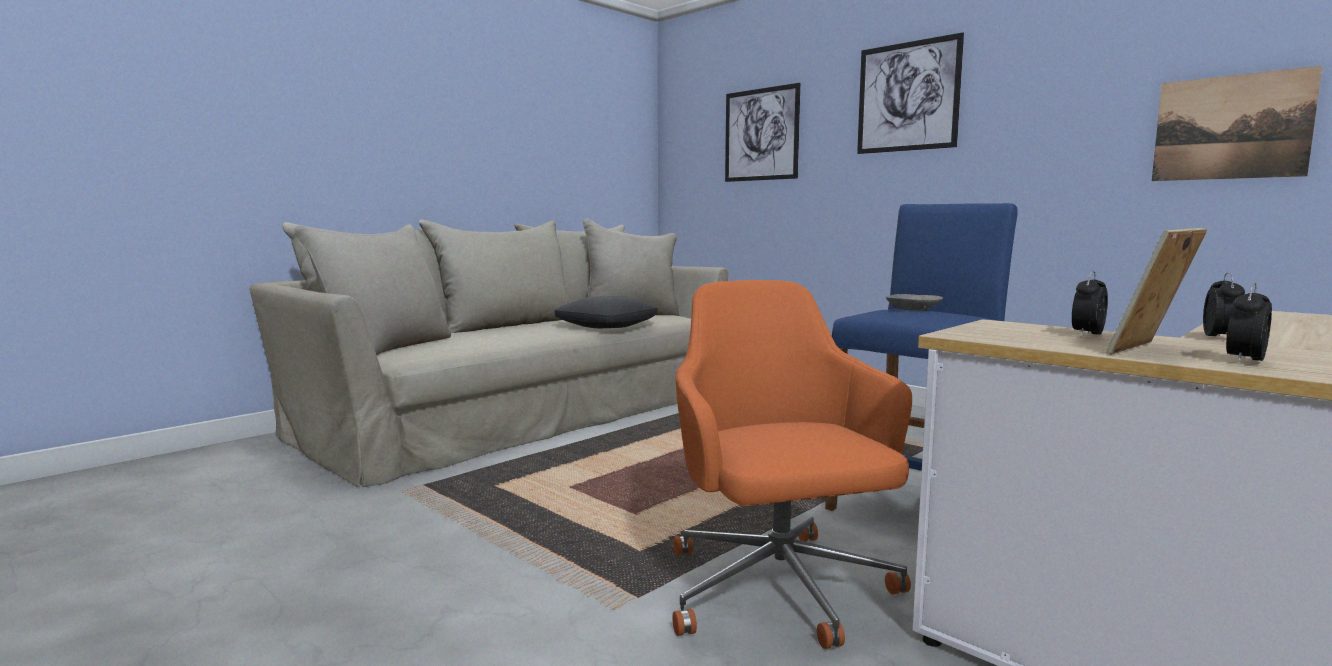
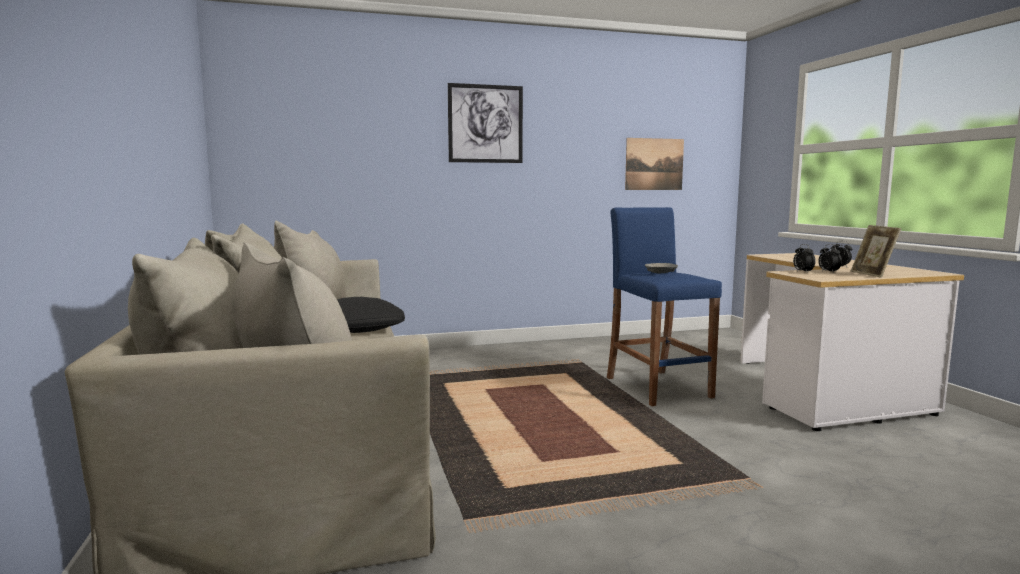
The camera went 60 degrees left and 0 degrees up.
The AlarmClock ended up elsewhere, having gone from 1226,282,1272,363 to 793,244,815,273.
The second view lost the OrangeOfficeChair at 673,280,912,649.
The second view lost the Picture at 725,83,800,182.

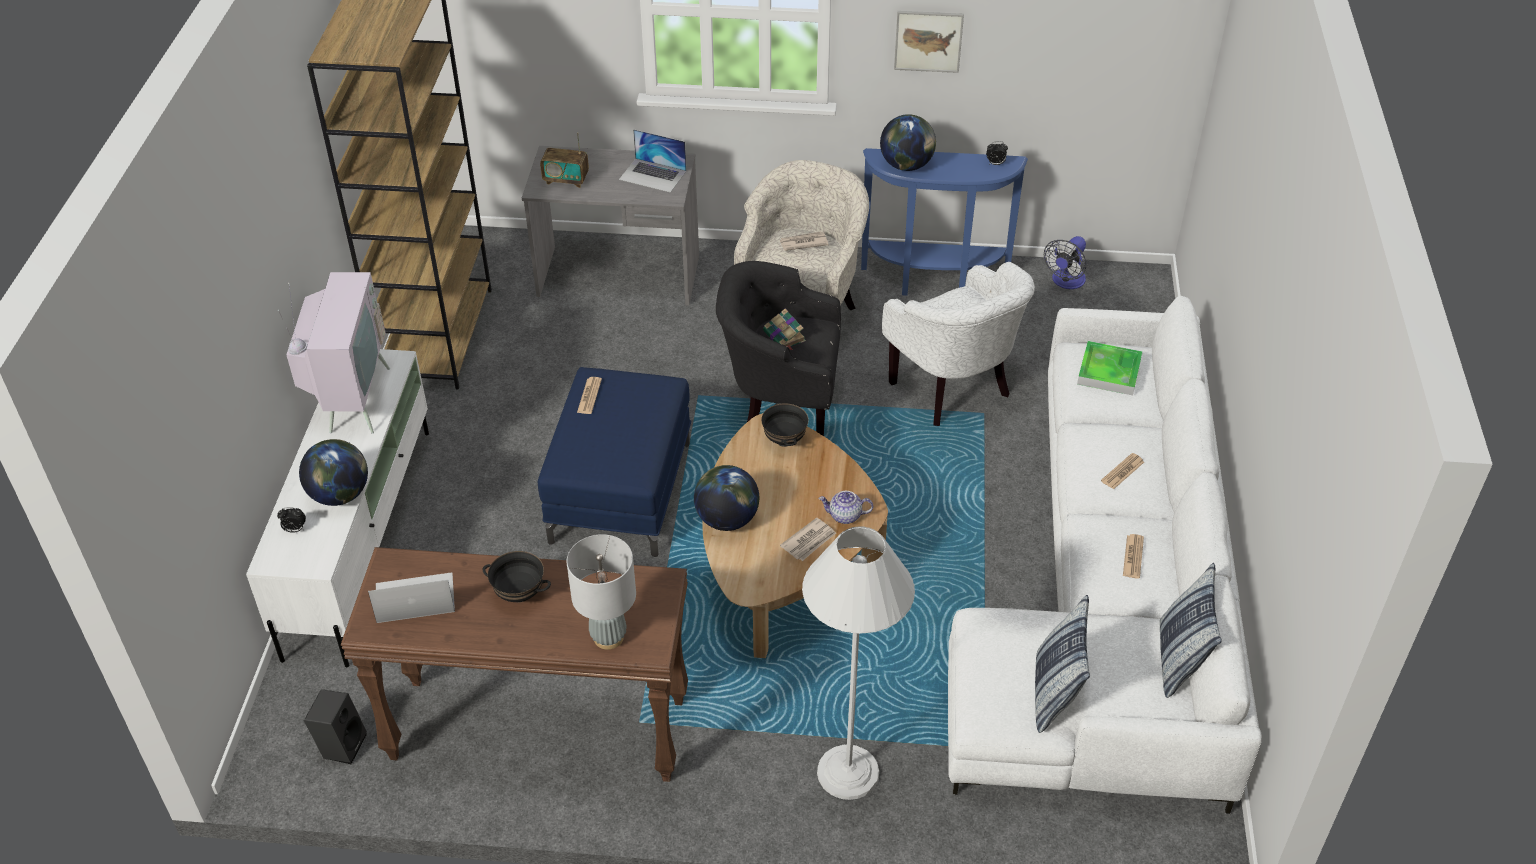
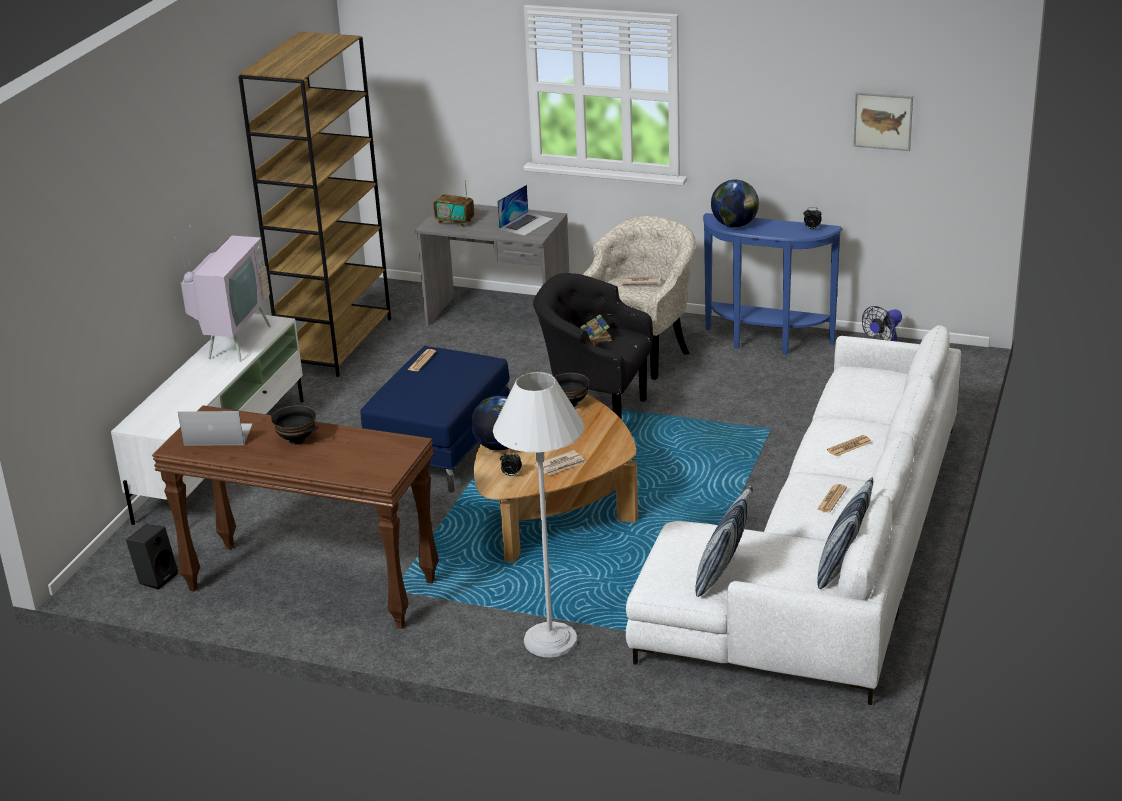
The camera went 15 degrees right and 15 degrees down.
The Laptop at 619,129,687,193 ended up facing another way, 90 degrees counterclockwise from before.
The AlarmClock ended up elsewhere, having gone from 277,507,306,533 to 500,451,522,476.
The Picture ended up elsewhere, having gone from 894,11,964,73 to 853,92,913,151.
The second view lost the Globe at 299,439,368,506.
The second view lost the GreyTableLamp at 567,534,636,650.
The second view lost the Teapot at 819,491,873,524.
The second view lost the WhiteArmchair at 882,262,1035,426.
The second view lost the Tray at 1077,341,1143,395.

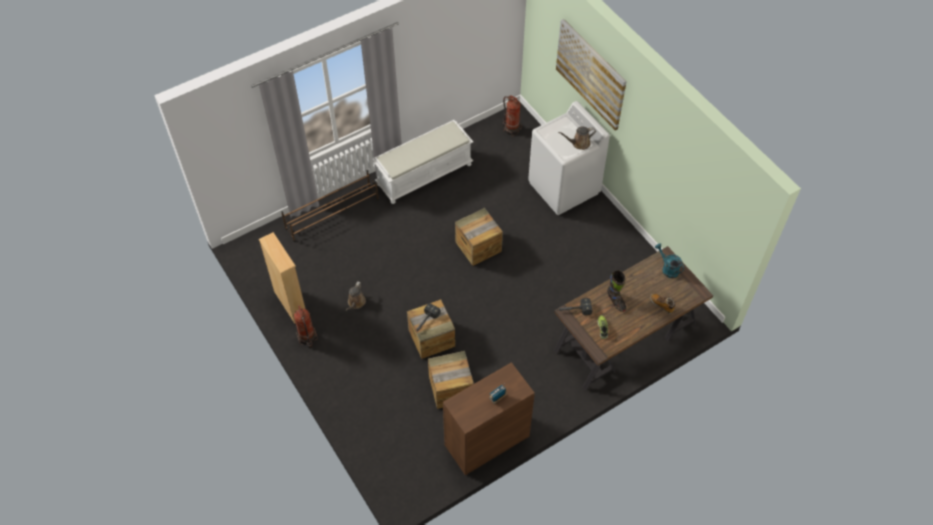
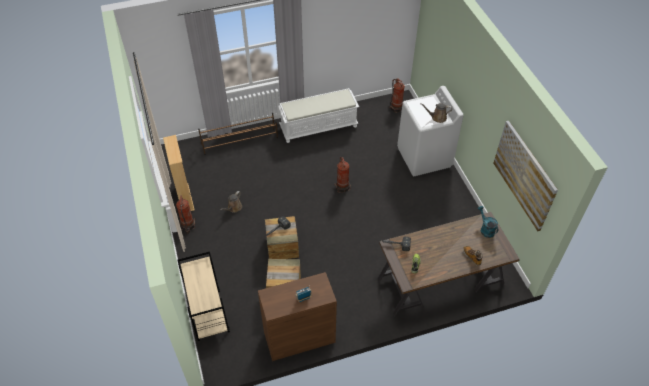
The camera went 15 degrees right and 5 degrees down.
The second view gained the BeigeCart at 178,252,230,341.
Where the Crate stood at 455,208,503,266, the FireExtinguisher came to stand at 335,157,351,193.
The Picture ended up elsewhere, having gone from 556,19,627,131 to 493,121,558,231.
The second view lost the BlackBoot at 607,270,627,312.

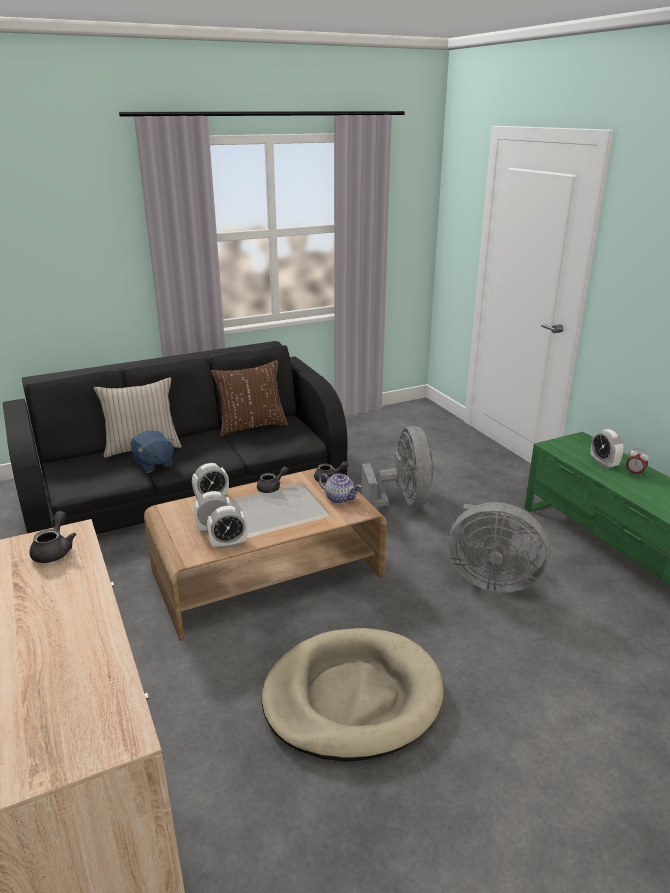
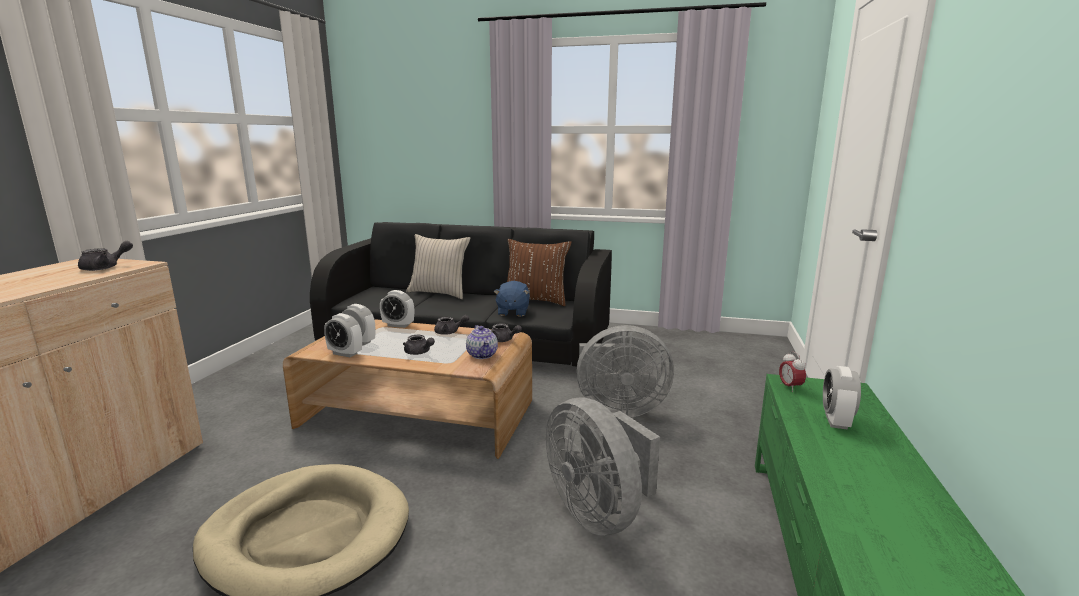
The camera went 40 degrees right and 10 degrees down.
The second view gained the GreyTeapot at 403,335,435,355.
The BluePlushToy ended up elsewhere, having gone from 131,431,174,473 to 493,281,530,316.
The GreyFan at 361,426,434,510 ended up facing another way, 60 degrees clockwise from before.
The AlarmClock ended up elsewhere, having gone from 626,448,649,477 to 779,351,806,392.

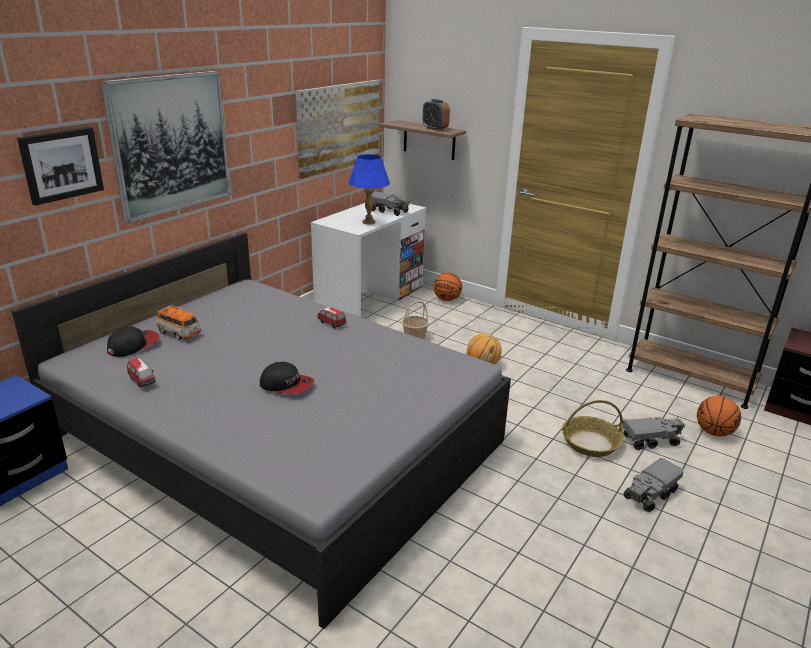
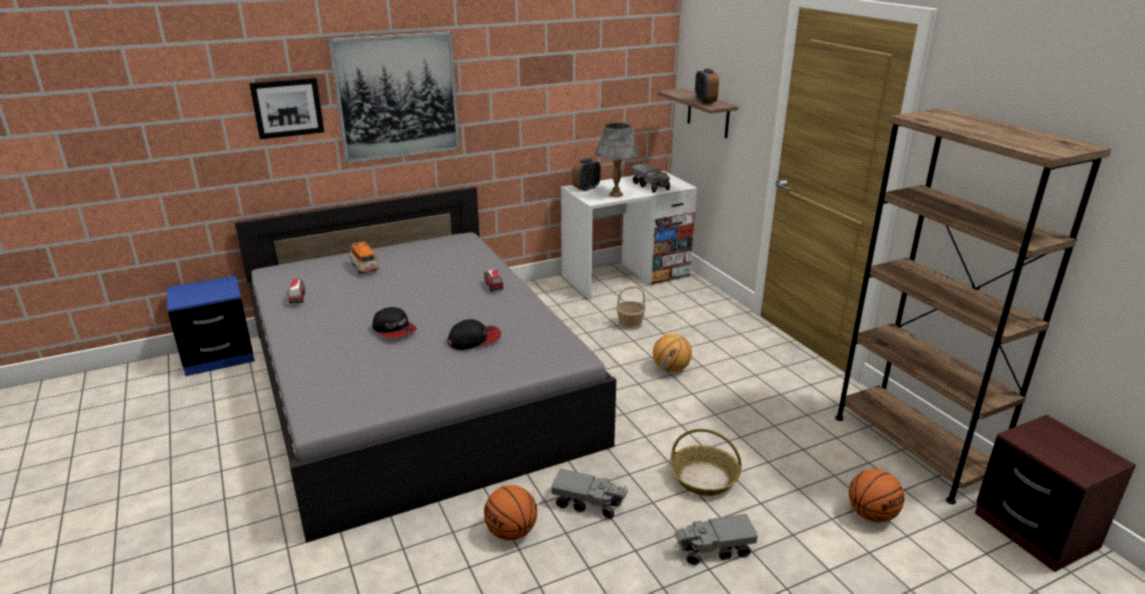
The camera went 30 degrees right and 0 degrees up.
The Cap ended up elsewhere, having gone from 107,326,159,357 to 448,319,501,350.
The Basketball ended up elsewhere, having gone from 434,272,462,301 to 484,485,537,541.
The ToyTruck ended up elsewhere, having gone from 623,417,686,450 to 551,469,628,519.
The second view gained the AlarmClock at 572,158,601,191.
What was the BlueTableLamp at 349,154,390,224 turned into the GreyTableLamp at 595,123,639,197.
The second view lost the Picture at 295,80,379,178.

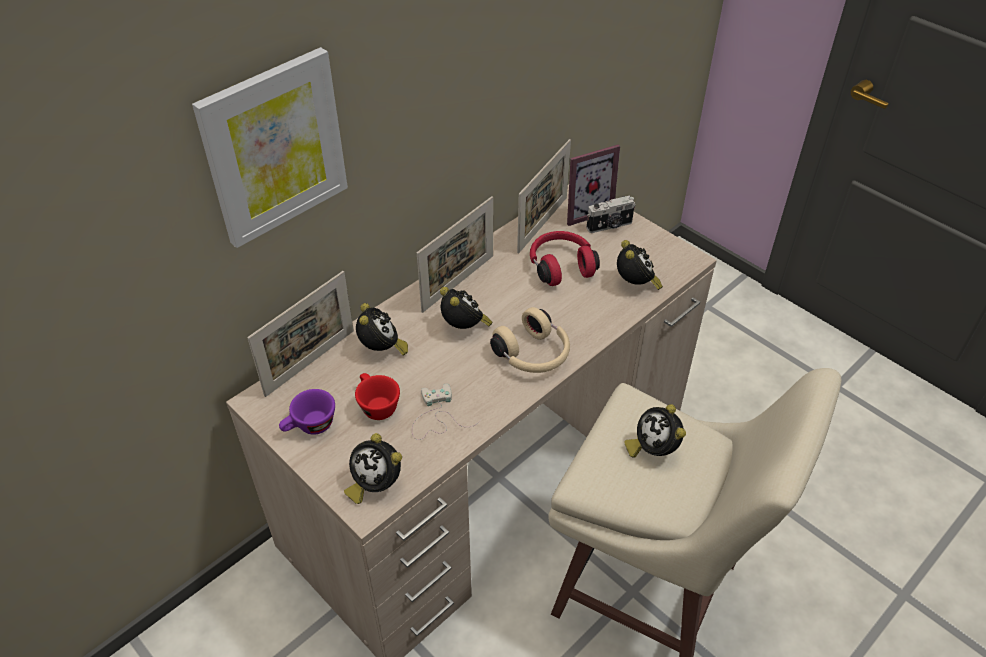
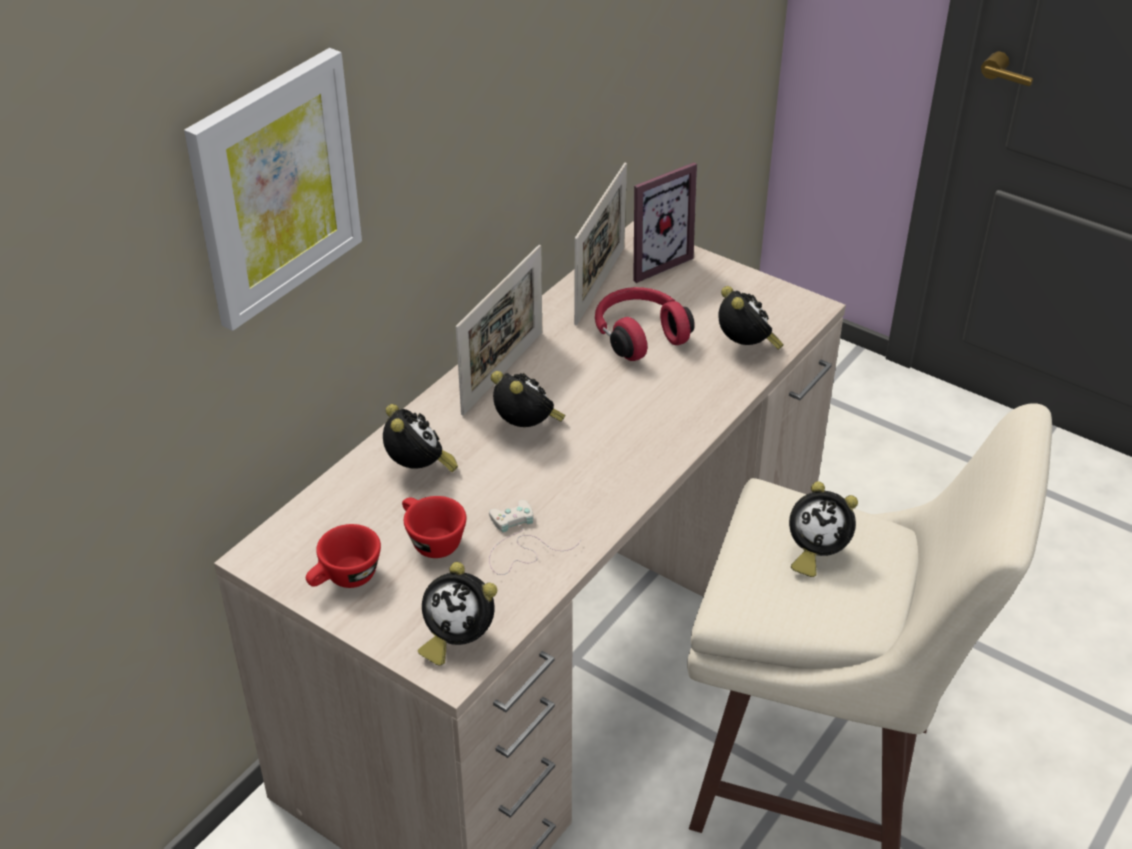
The camera went 10 degrees left and 5 degrees down.
What was the PurpleCup at 279,389,335,435 turned into the RedCup at 306,524,381,588.
The AlarmClock at 624,404,686,458 ended up facing another way, 45 degrees counterclockwise from before.
The second view lost the PictureFrame at 247,271,354,397.
The second view lost the BeigeHeadphones at 490,307,570,373.
The second view lost the PhotoCamera at 587,196,636,233.

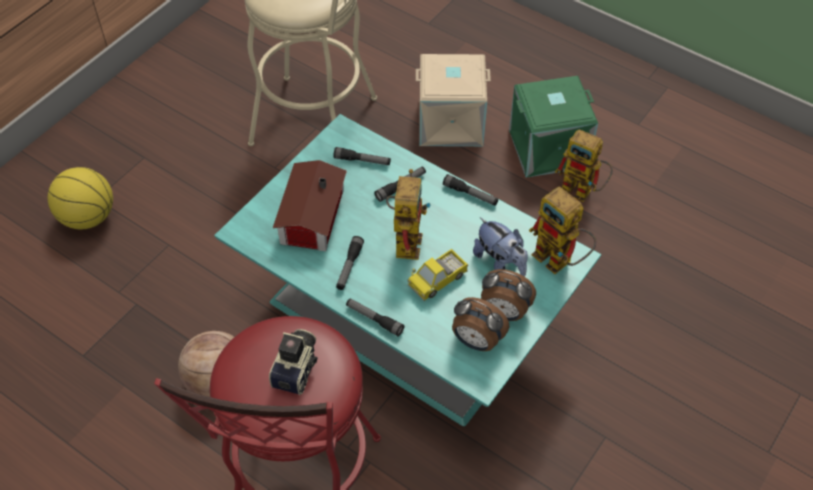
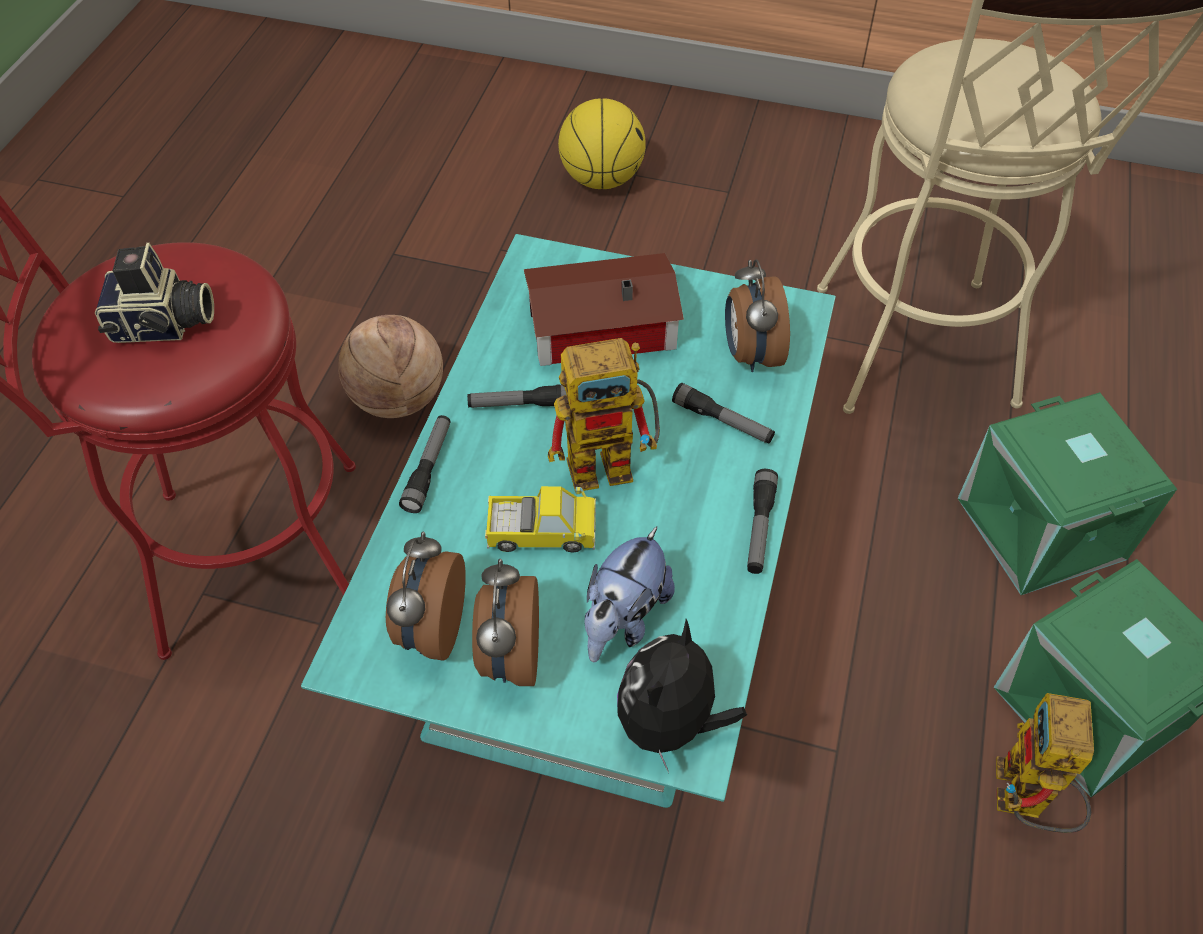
The camera went 70 degrees right and 0 degrees up.
The ToyTruck at 408,249,468,302 ended up facing another way, 150 degrees clockwise from before.
Where the ToyRobot stood at 529,186,597,274, the PlushToy came to stand at 617,619,747,773.
Where the Flashlight stood at 333,147,391,165, the AlarmClock came to stand at 725,259,790,372.
What was the BeigeStorageBox at 416,54,491,147 turned into the GreenStorageBox at 957,392,1177,595.

